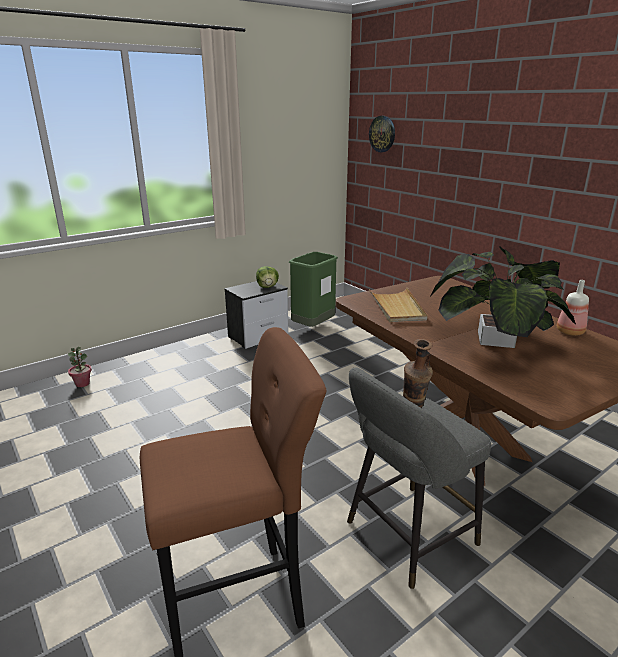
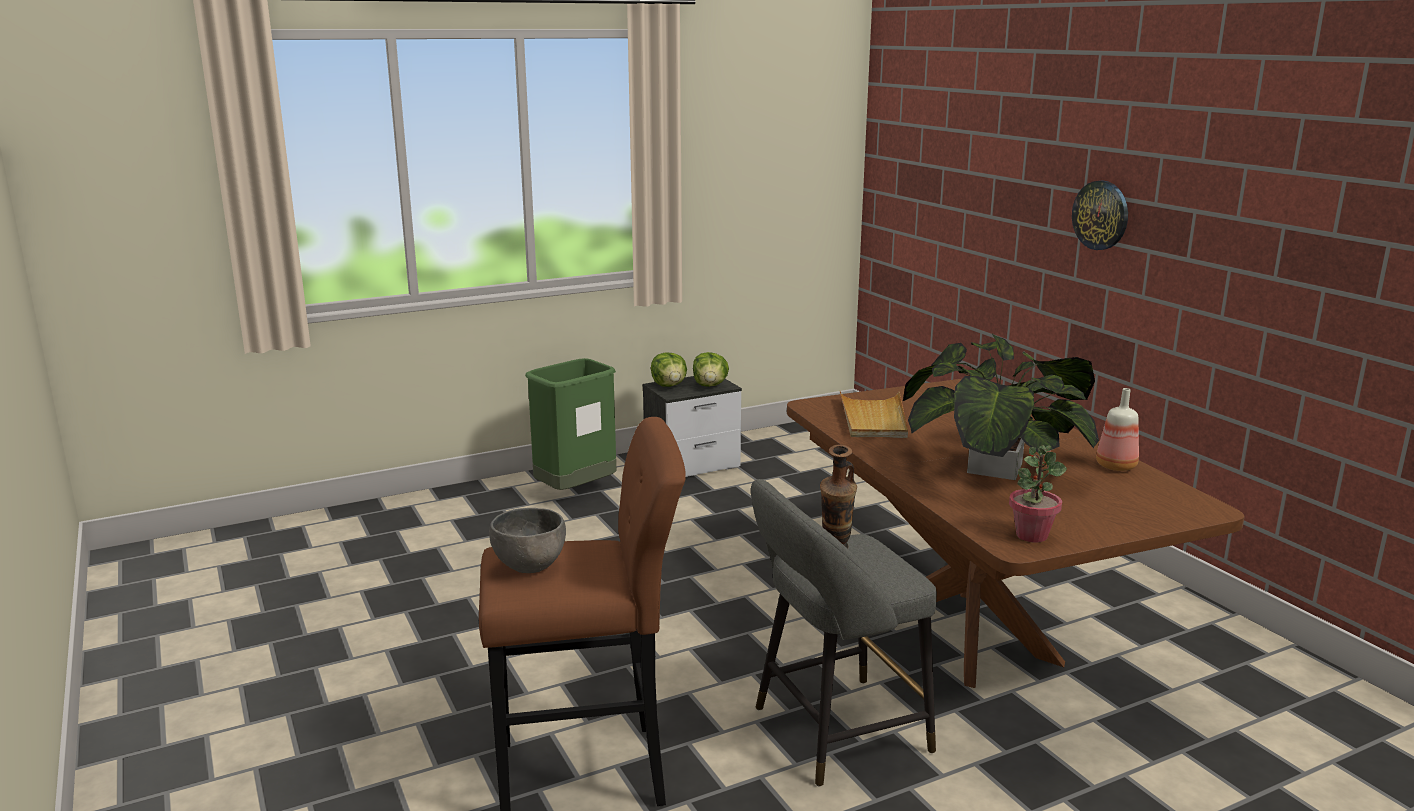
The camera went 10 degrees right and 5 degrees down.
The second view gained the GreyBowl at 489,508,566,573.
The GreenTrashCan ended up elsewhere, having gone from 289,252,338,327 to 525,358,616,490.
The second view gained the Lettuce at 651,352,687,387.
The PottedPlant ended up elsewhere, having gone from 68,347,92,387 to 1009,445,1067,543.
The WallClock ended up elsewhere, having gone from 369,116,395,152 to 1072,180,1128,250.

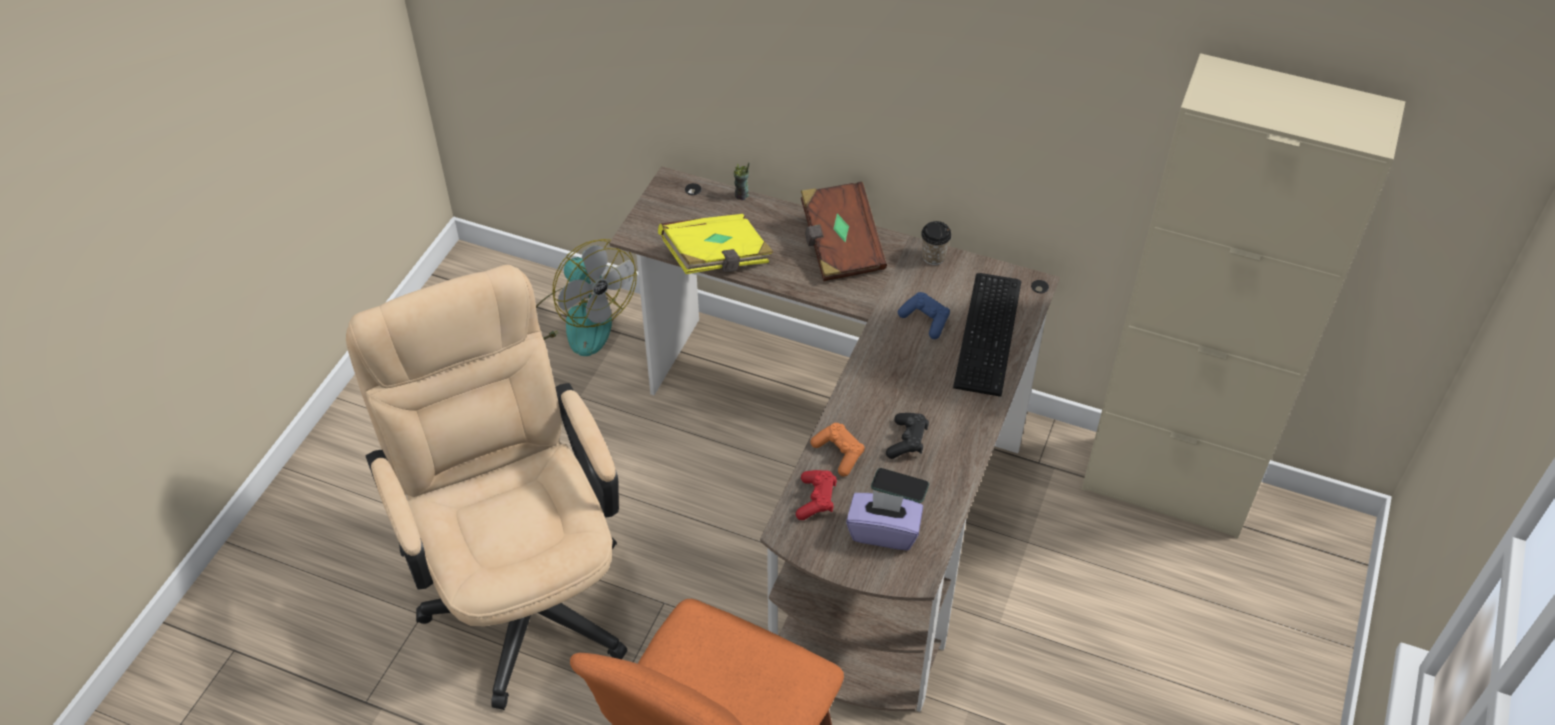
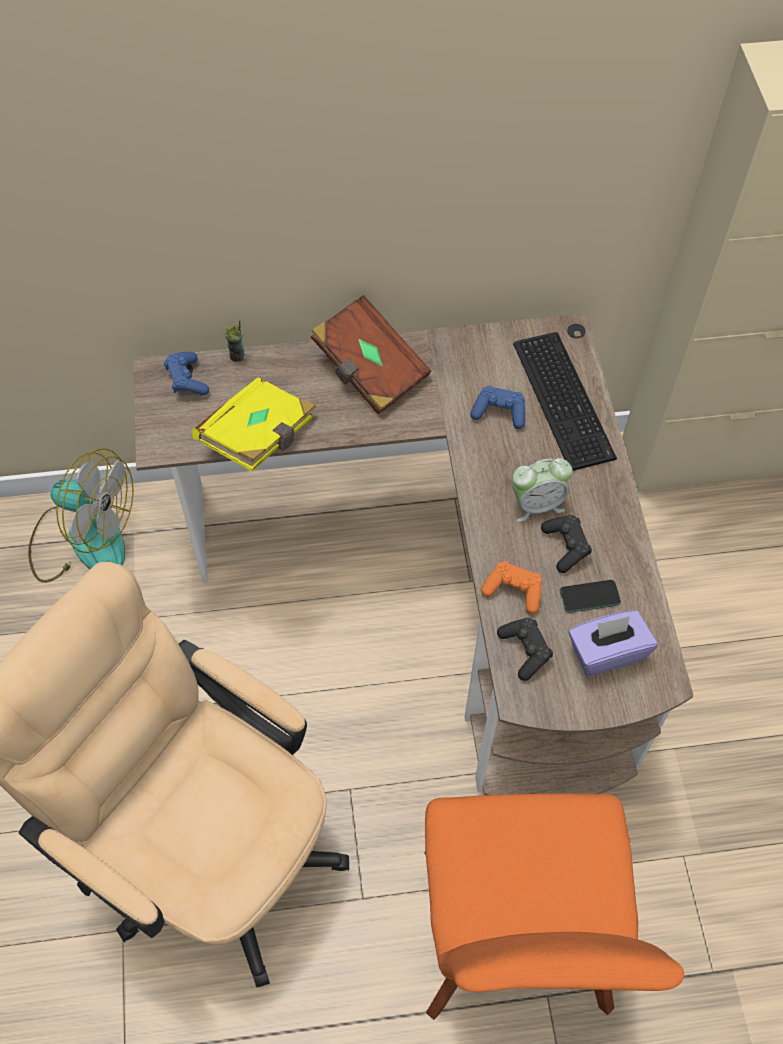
The camera went 30 degrees left and 10 degrees up.
The second view gained the BlueGameController at 164,352,209,396.
What was the RedGameController at 796,470,837,520 turned into the BlackGameController at 497,618,553,681.
The second view gained the AlarmClock at 512,458,573,522.
The second view lost the Cup at 921,221,952,265.

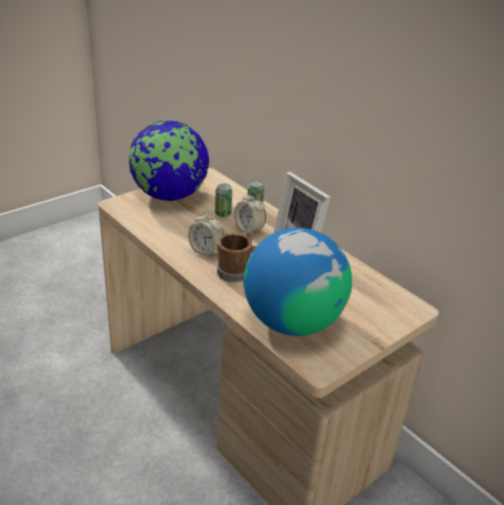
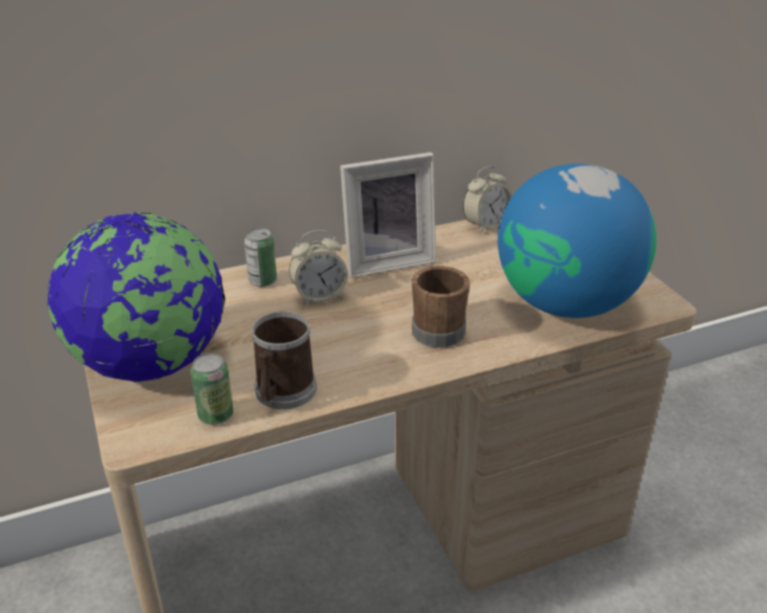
The camera went 70 degrees left and 0 degrees up.
The Can ended up elsewhere, having gone from 215,183,232,217 to 190,353,234,425.
The second view gained the Mug at 252,312,317,409.
The AlarmClock ended up elsewhere, having gone from 188,211,224,257 to 463,166,512,234.

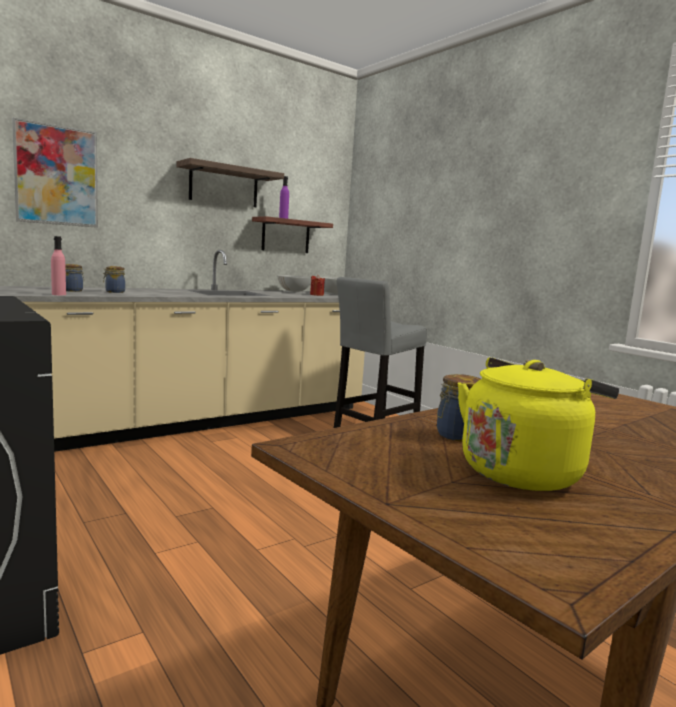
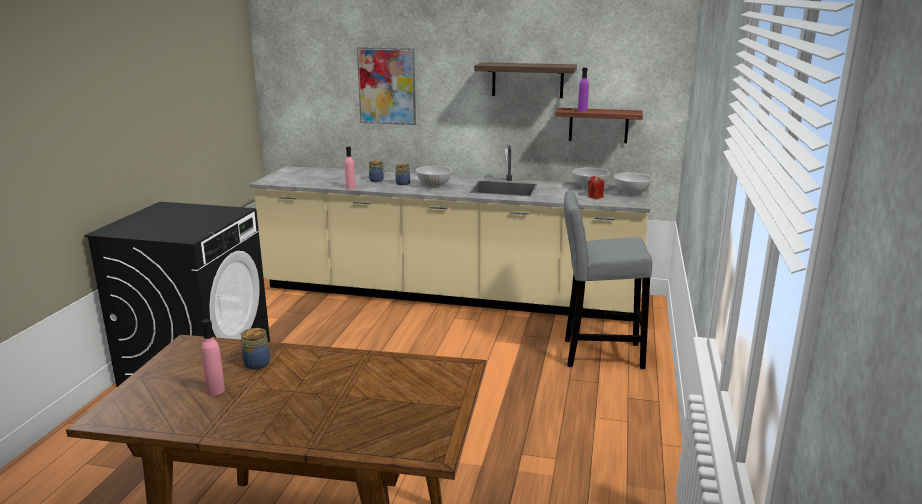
The camera went 50 degrees right and 10 degrees up.
Where the YellowKettle stood at 457,357,619,491, the PinkBottle came to stand at 201,319,225,395.
The second view gained the WhiteBowl at 416,166,452,188.

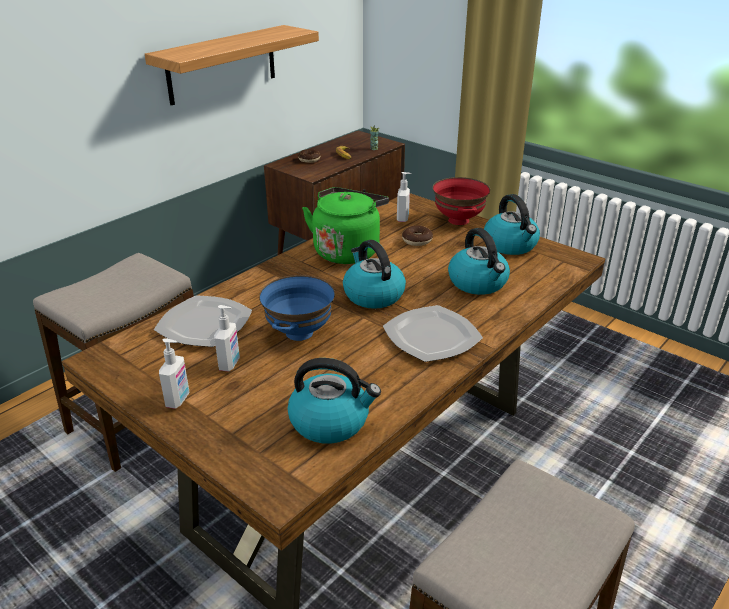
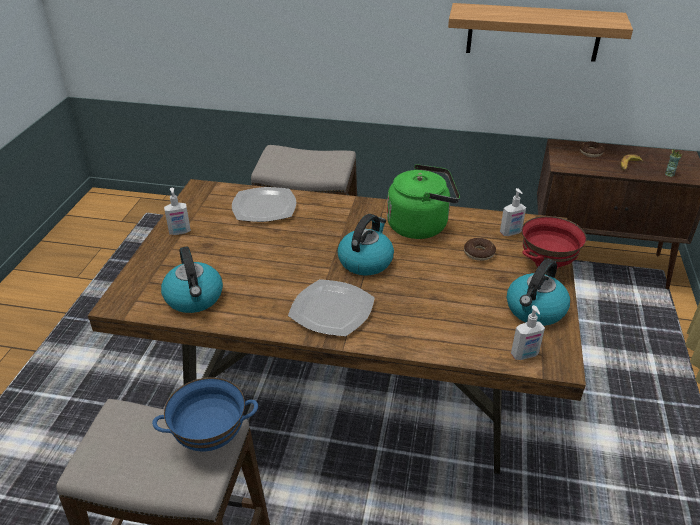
The camera went 60 degrees right and 5 degrees up.
The BlueBowl ended up elsewhere, having gone from 259,275,335,341 to 152,377,258,451.
The SoapDispenser ended up elsewhere, having gone from 214,305,240,372 to 511,305,545,360.
The second view lost the Kettle at 448,228,510,295.

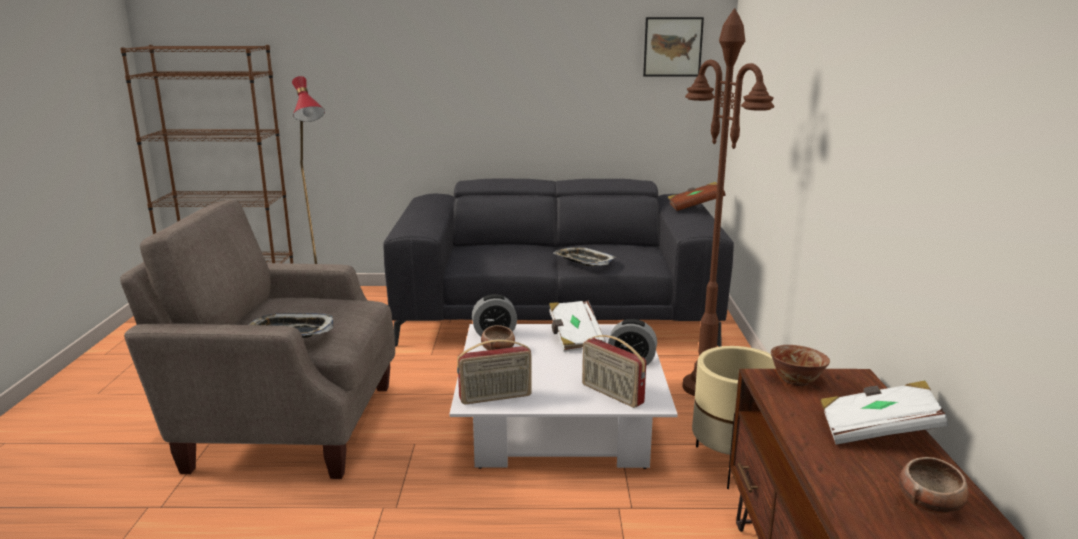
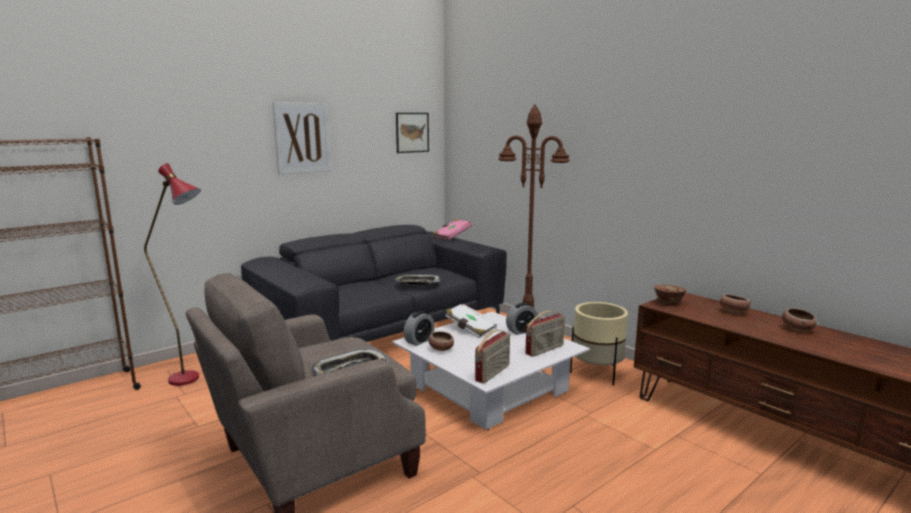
The camera went 40 degrees left and 5 degrees down.
The second view gained the Picture at 273,102,331,174.
What was the BrownBook at 668,182,726,211 turned into the PinkBook at 433,219,473,240.
The Radio at 582,335,646,408 ended up facing another way, 45 degrees counterclockwise from before.
Where the WhiteBook stood at 820,381,948,445, the Bowl came to stand at 720,294,751,313.

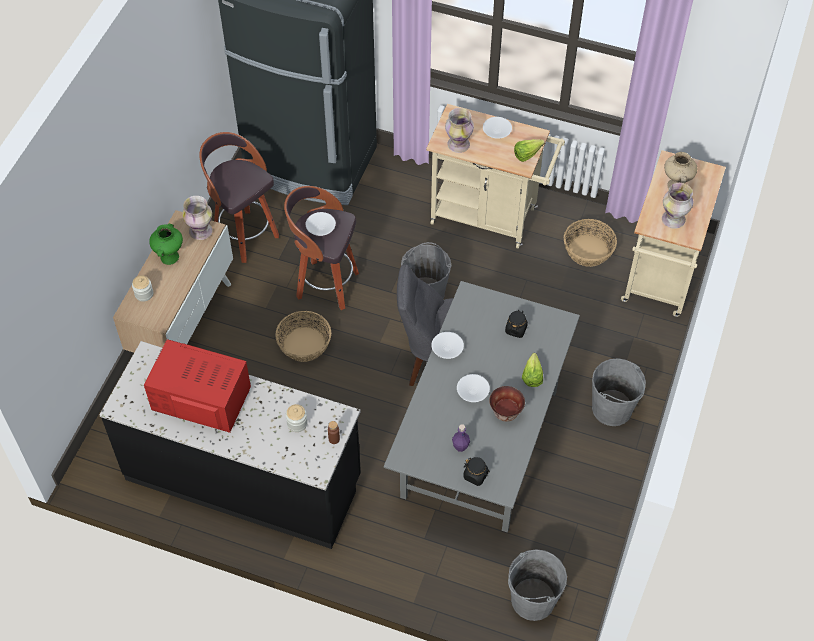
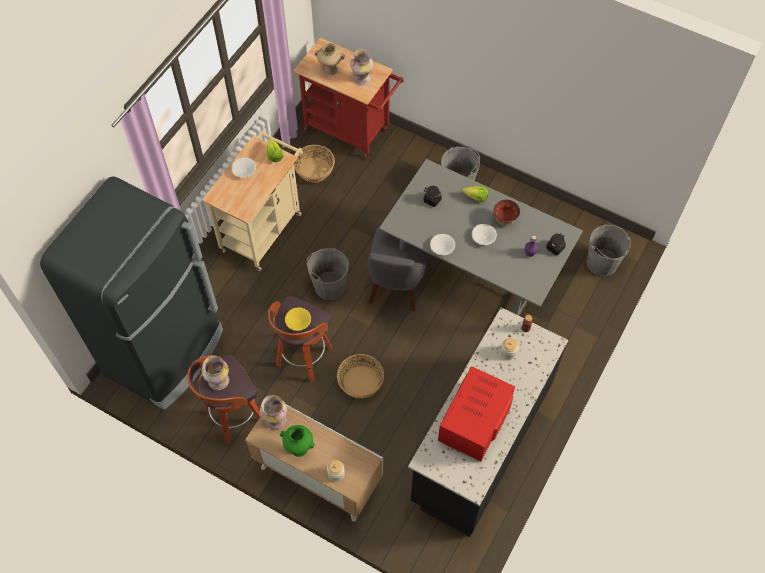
The camera went 80 degrees left and 5 degrees up.
The Vase ended up elsewhere, having gone from 445,108,474,153 to 202,355,229,390.
What was the WhiteBowl at 306,212,336,236 turned into the YellowBowl at 285,307,311,331.
What was the BeigeCart at 621,150,726,317 turned into the RedCart at 293,38,404,159.

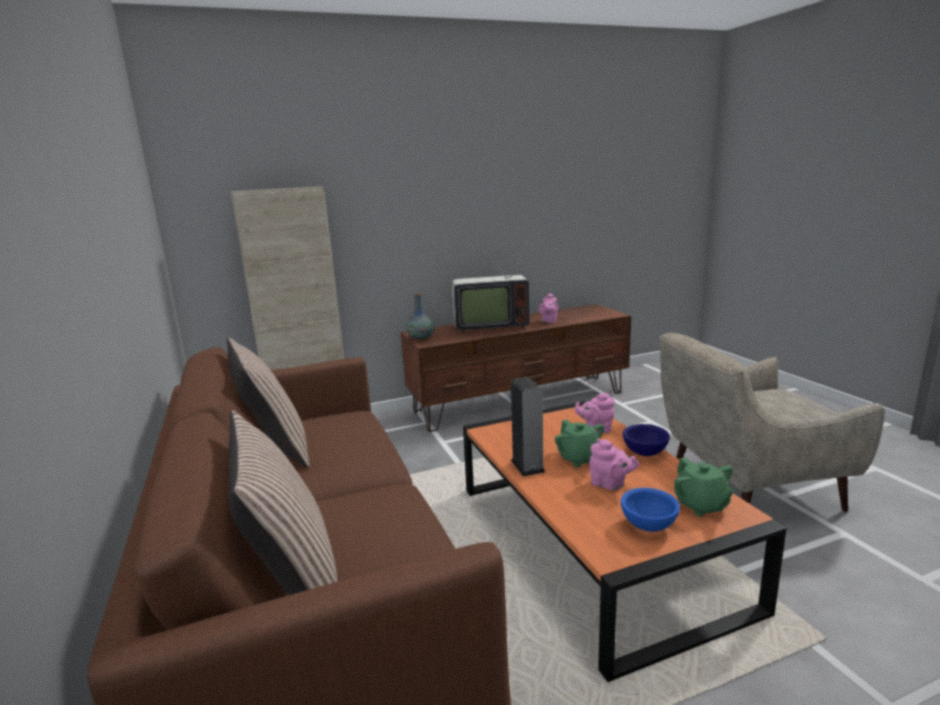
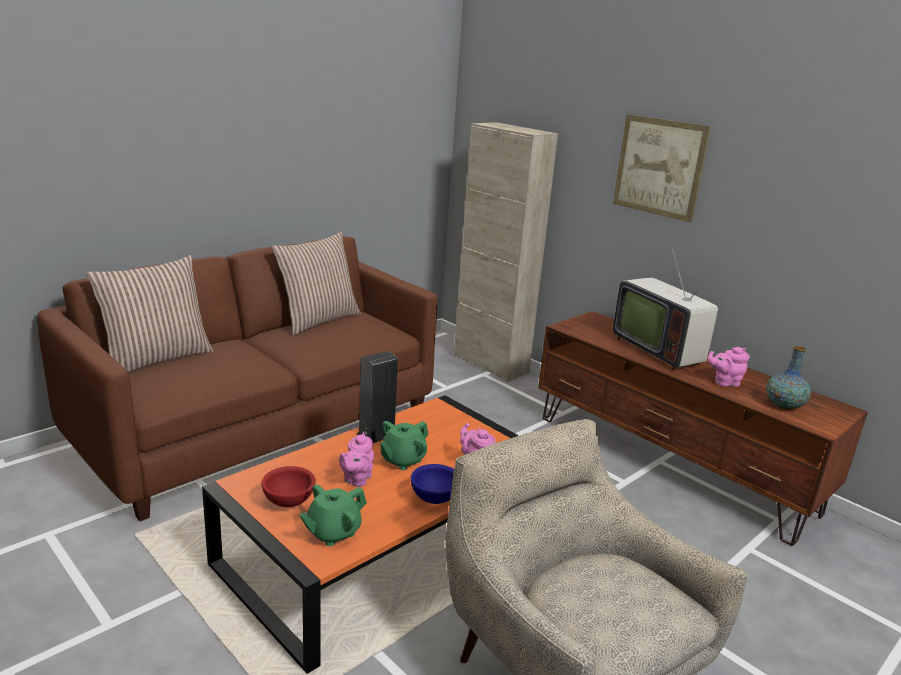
The camera went 65 degrees right and 5 degrees up.
What was the BlueBowl at 621,488,680,532 turned into the RedBowl at 261,466,316,507.
The second view gained the Picture at 613,114,711,222.
The Vase ended up elsewhere, having gone from 406,294,435,340 to 766,346,811,410.

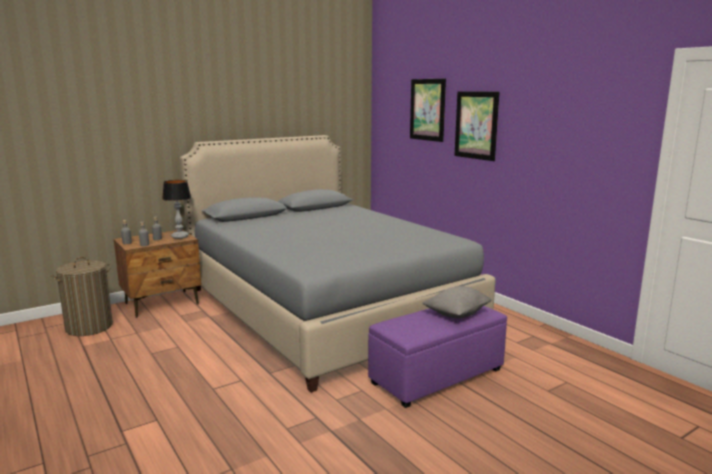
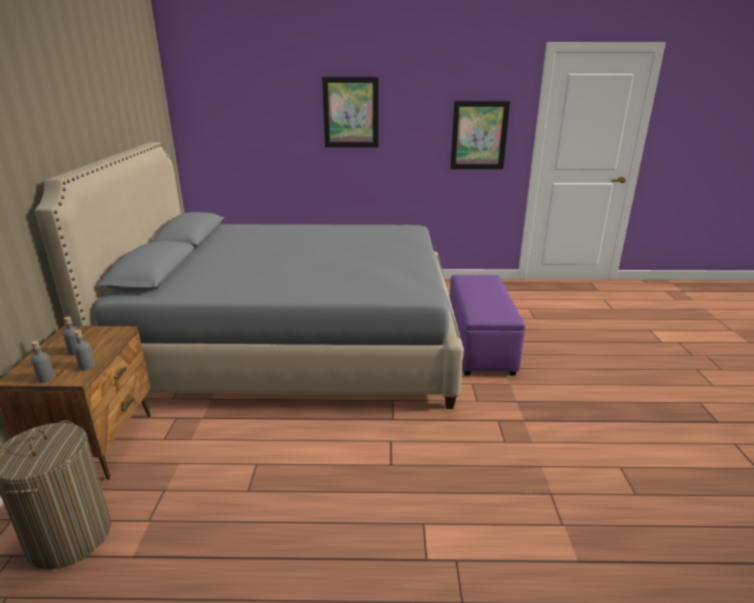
The camera went 55 degrees left and 10 degrees up.
The Picture ended up elsewhere, having gone from 410,79,446,142 to 450,101,510,169.
The second view lost the TableLamp at 162,180,191,239.
The second view lost the GreyPillow at 422,286,492,318.

